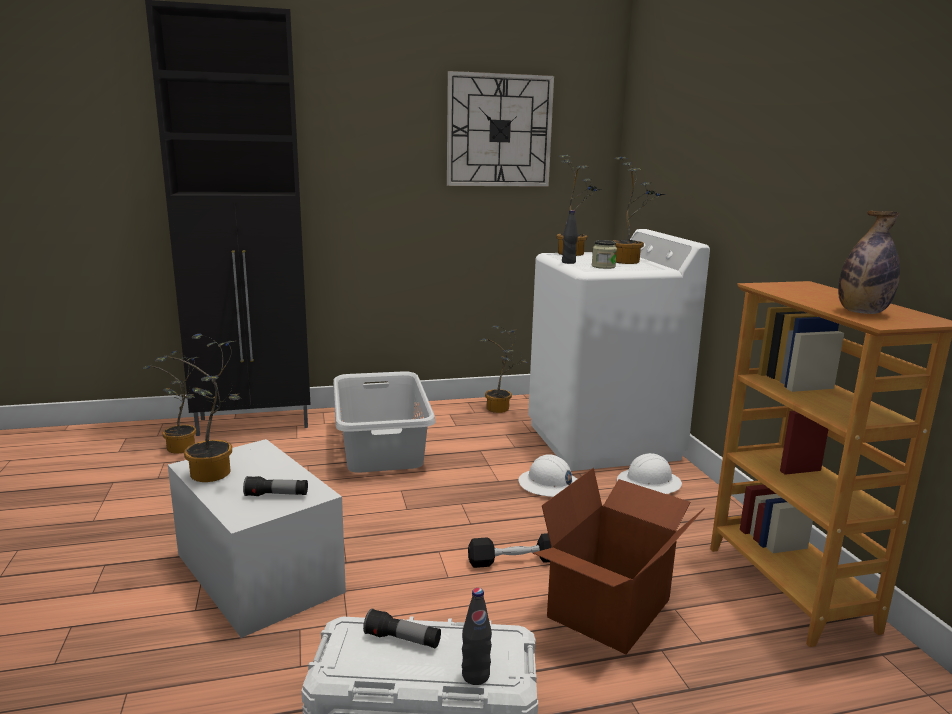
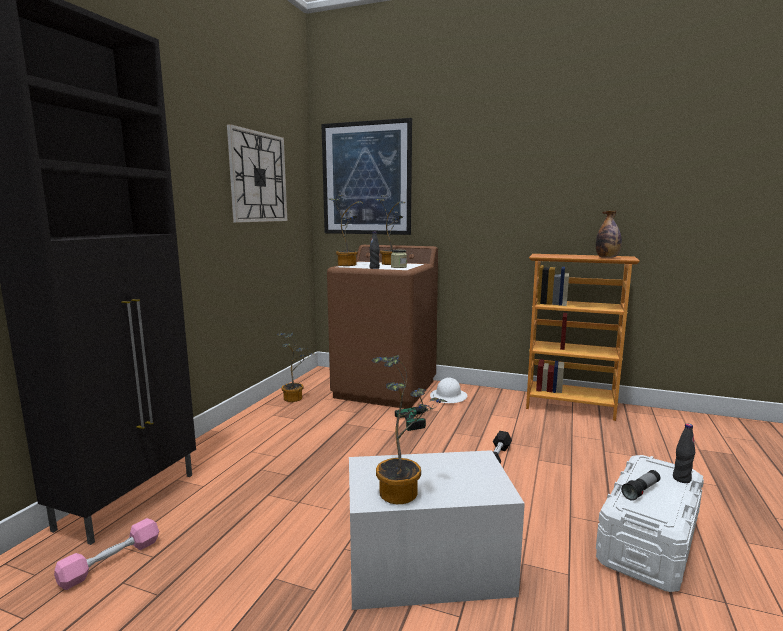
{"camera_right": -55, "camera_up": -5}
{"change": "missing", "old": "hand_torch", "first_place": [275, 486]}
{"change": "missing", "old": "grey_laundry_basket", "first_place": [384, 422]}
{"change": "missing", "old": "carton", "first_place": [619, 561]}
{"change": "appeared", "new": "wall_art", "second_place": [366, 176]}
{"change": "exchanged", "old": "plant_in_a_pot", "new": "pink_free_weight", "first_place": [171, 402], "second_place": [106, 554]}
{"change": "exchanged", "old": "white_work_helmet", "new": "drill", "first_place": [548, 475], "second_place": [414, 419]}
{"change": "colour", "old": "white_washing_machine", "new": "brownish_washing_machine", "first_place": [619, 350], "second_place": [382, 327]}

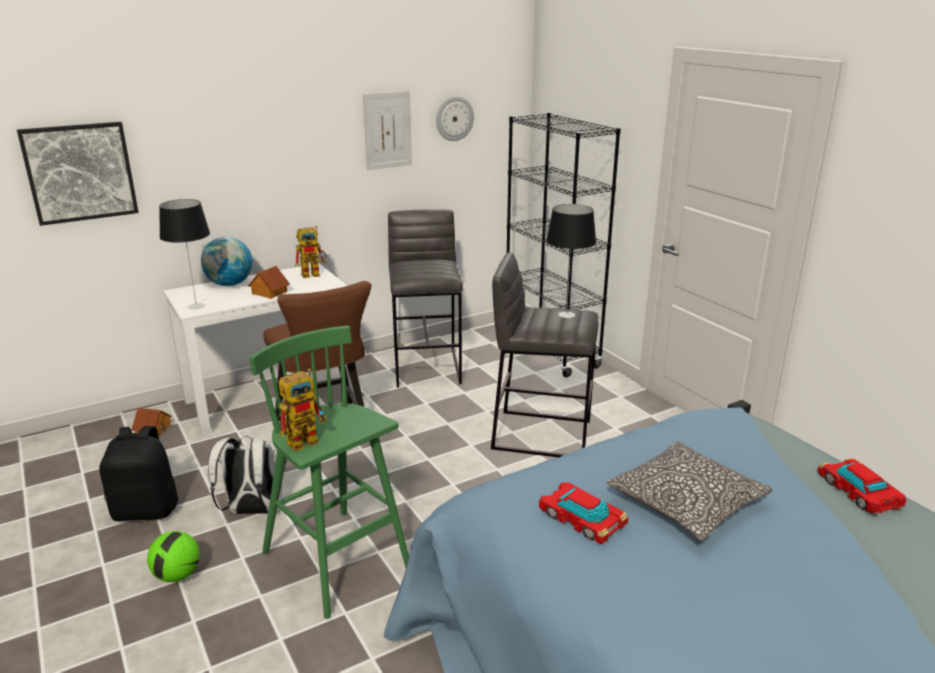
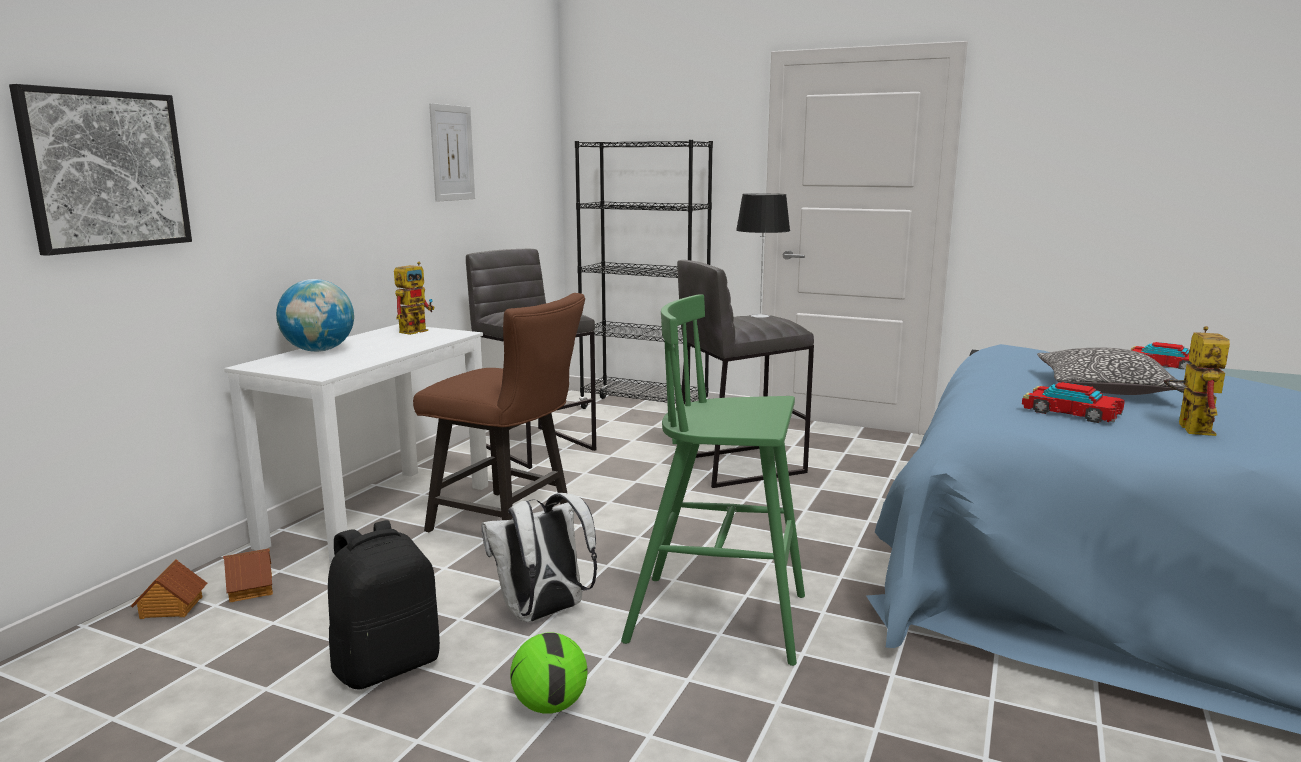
{"camera_right": -35, "camera_up": -10}
{"change": "missing", "old": "lamp_for_a_table", "first_place": [184, 254]}
{"change": "missing", "old": "hanging_clock", "first_place": [455, 118]}
{"change": "relocated", "old": "miniature_house", "first_place": [269, 282], "second_place": [169, 589]}
{"change": "relocated", "old": "robot_figure", "first_place": [303, 410], "second_place": [1197, 381]}
{"change": "spun", "old": "toy_car", "first_place": [584, 513], "second_place": [1073, 402], "degrees": -150}

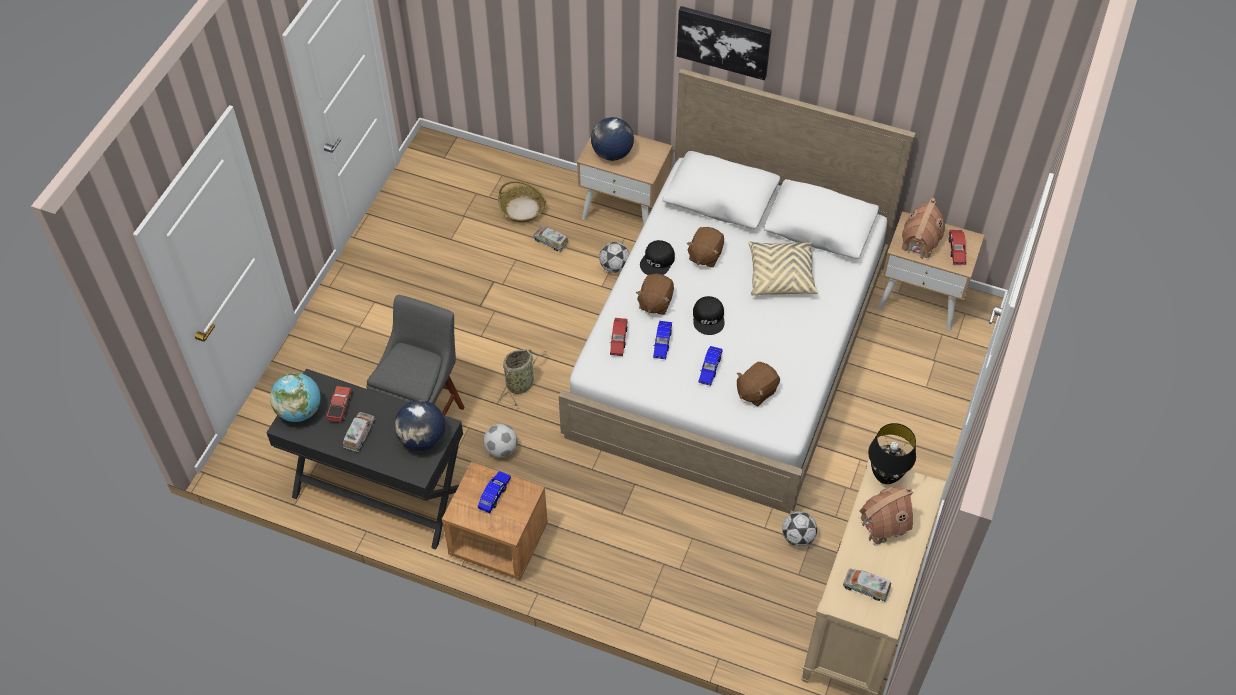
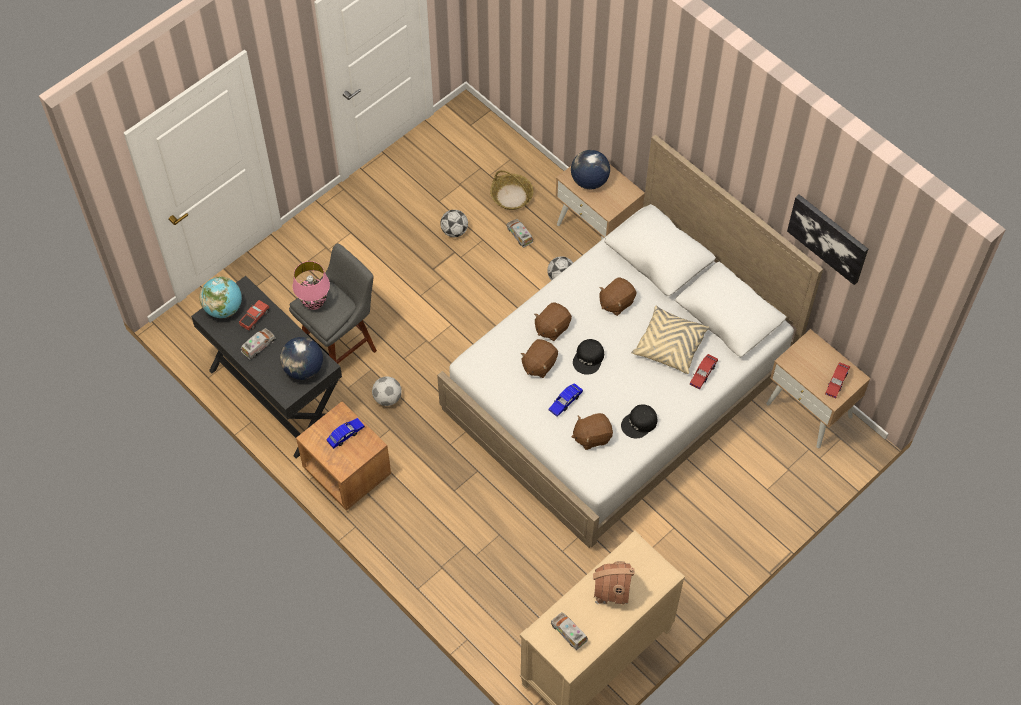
{"camera_right": 25, "camera_up": 5}
{"change": "missing", "old": "storage_basket", "first_place": [524, 378]}
{"change": "missing", "old": "black_lamp_for_a_table", "first_place": [892, 453]}
{"change": "missing", "old": "miniature_house", "first_place": [923, 229]}
{"change": "appeared", "new": "pink_lamp_for_a_table", "second_place": [311, 285]}
{"change": "relocated", "old": "red-coloured_toy_car", "first_place": [618, 337], "second_place": [704, 371]}
{"change": "relocated", "old": "black_cap", "first_place": [657, 257], "second_place": [639, 421]}
{"change": "relocated", "old": "wall_art", "first_place": [724, 43], "second_place": [827, 239]}
{"change": "relocated", "old": "football_ball", "first_place": [799, 529], "second_place": [454, 223]}
{"change": "exchanged", "old": "bluish_toy_car", "new": "brownish_soft_toy", "first_place": [662, 340], "second_place": [539, 358]}

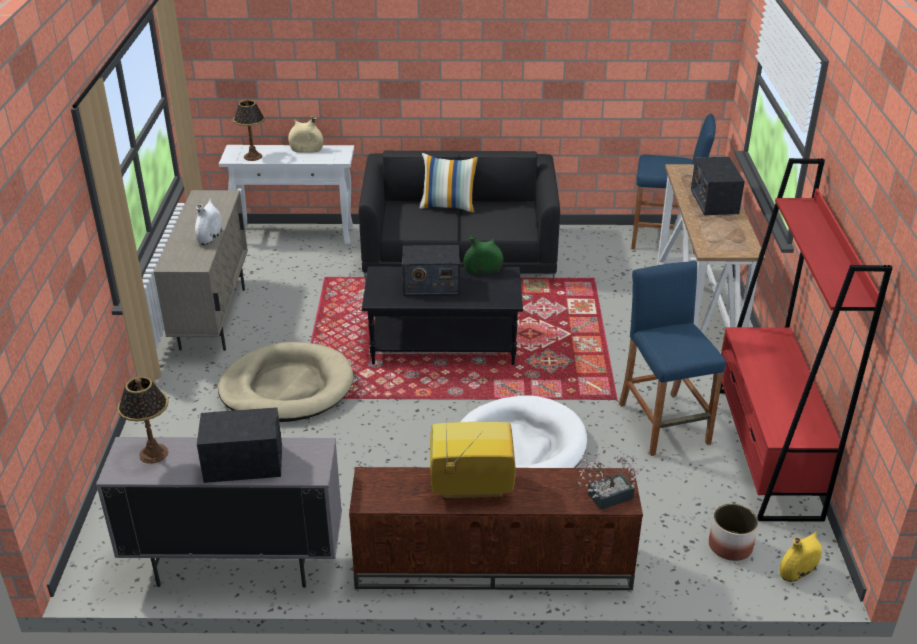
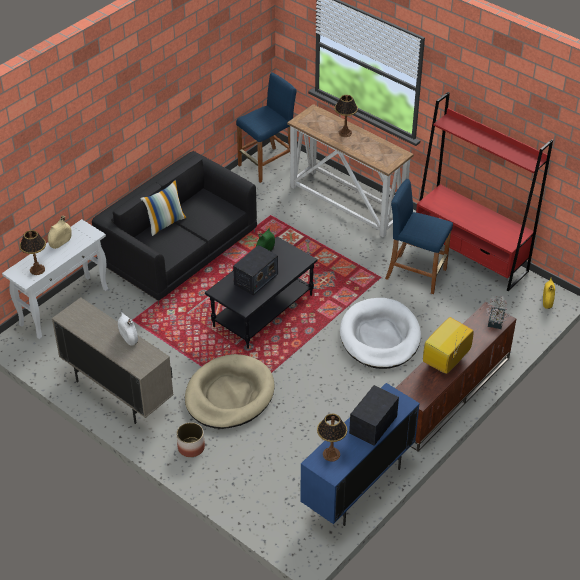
{"camera_right": -50, "camera_up": 10}
{"change": "relocated", "old": "flower_pot", "first_place": [733, 532], "second_place": [191, 439]}
{"change": "exchanged", "old": "radio", "new": "lamp_for_a_table", "first_place": [718, 186], "second_place": [346, 116]}
{"change": "colour", "old": "grey_cupboard", "new": "bluish_cupboard", "first_place": [219, 512], "second_place": [360, 454]}

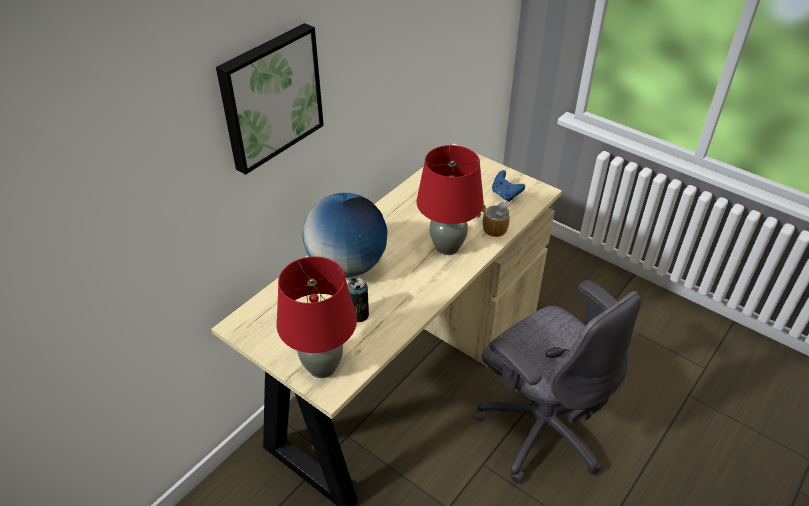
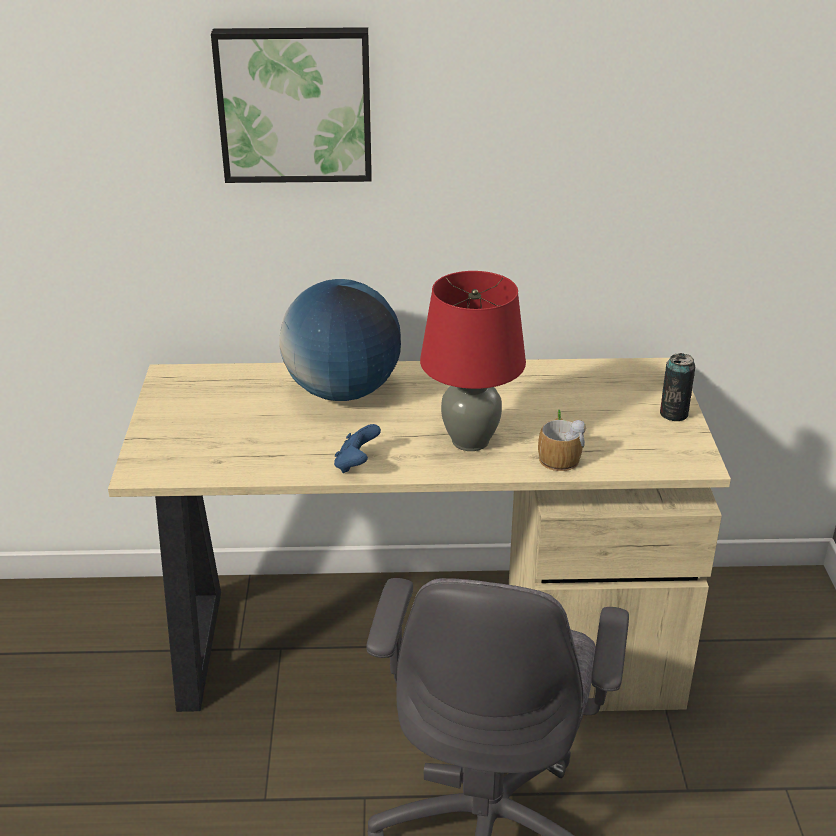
{"camera_right": 50, "camera_up": -10}
{"change": "missing", "old": "red-coloured_lamp_for_a_table", "first_place": [316, 317]}
{"change": "relocated", "old": "can", "first_place": [358, 299], "second_place": [677, 387]}
{"change": "relocated", "old": "bluish_joypad", "first_place": [508, 186], "second_place": [357, 448]}

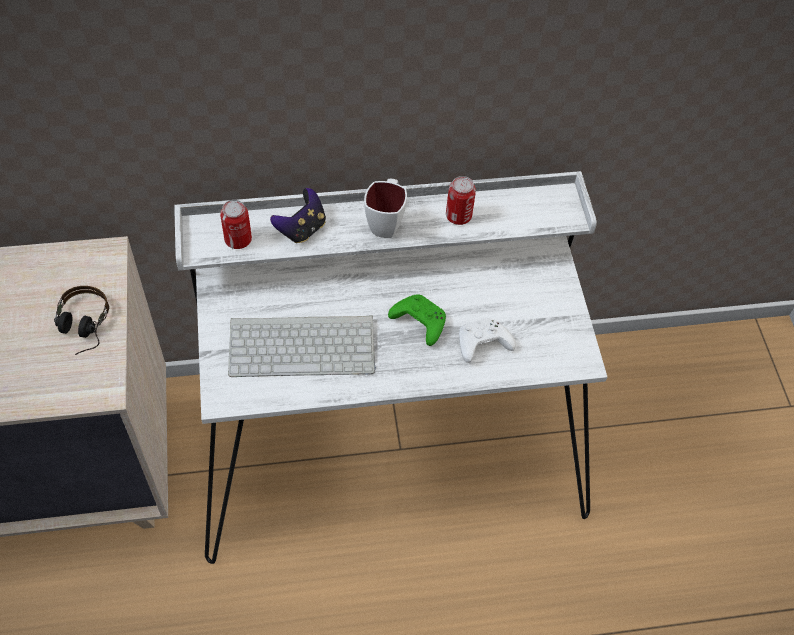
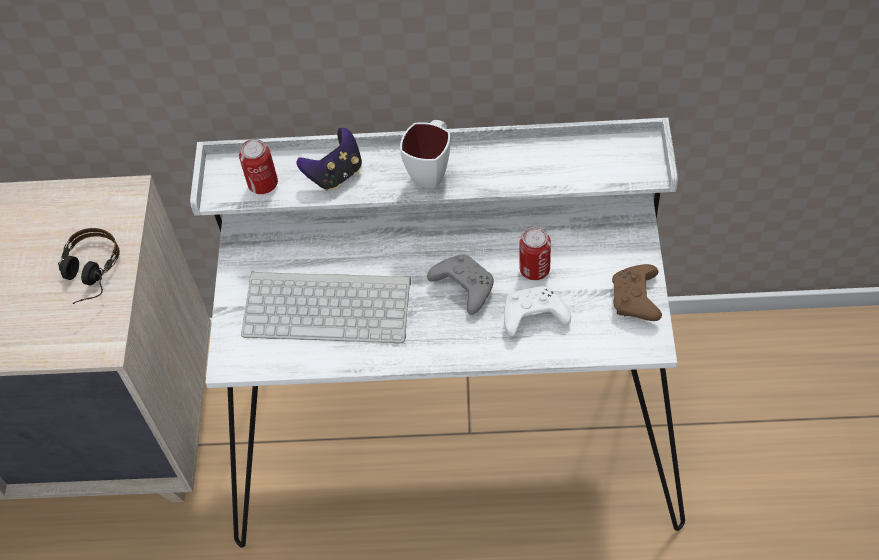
{"camera_right": 15, "camera_up": 0}
{"change": "appeared", "new": "brownish_joypad", "second_place": [637, 292]}
{"change": "relocated", "old": "can", "first_place": [461, 200], "second_place": [535, 253]}
{"change": "colour", "old": "greenish_joypad", "new": "grey_joypad", "first_place": [417, 320], "second_place": [460, 285]}

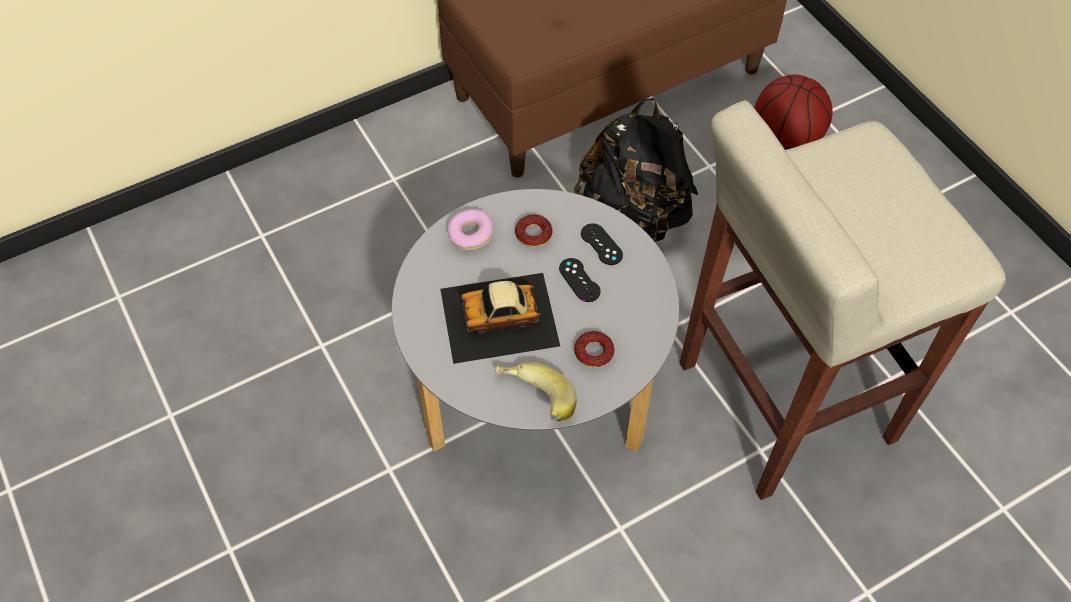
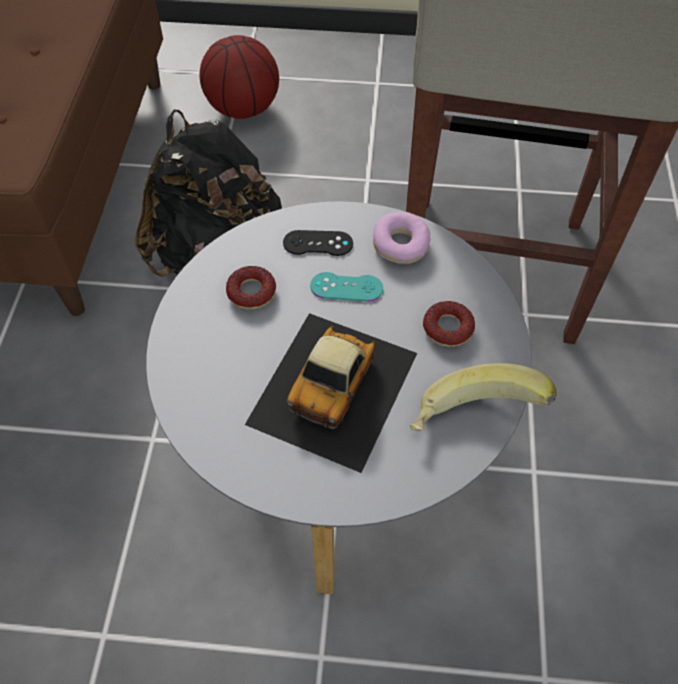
{"camera_right": -55, "camera_up": 0}
{"change": "relocated", "old": "ring_doughnut", "first_place": [471, 229], "second_place": [402, 238]}
{"change": "colour", "old": "black_joypad", "new": "turquoise_joypad", "first_place": [580, 280], "second_place": [346, 287]}

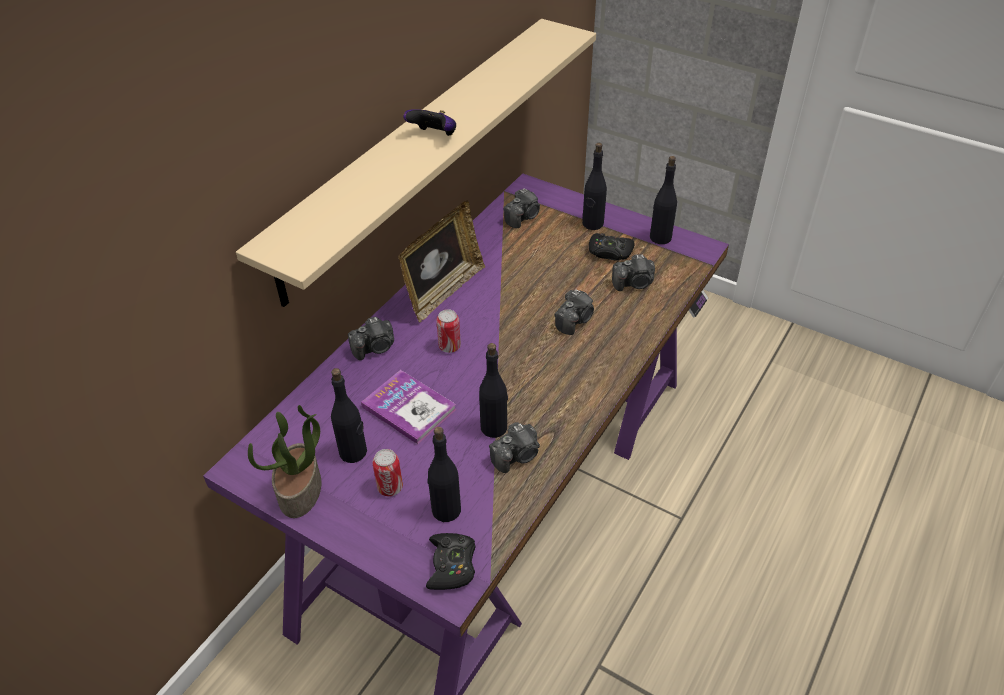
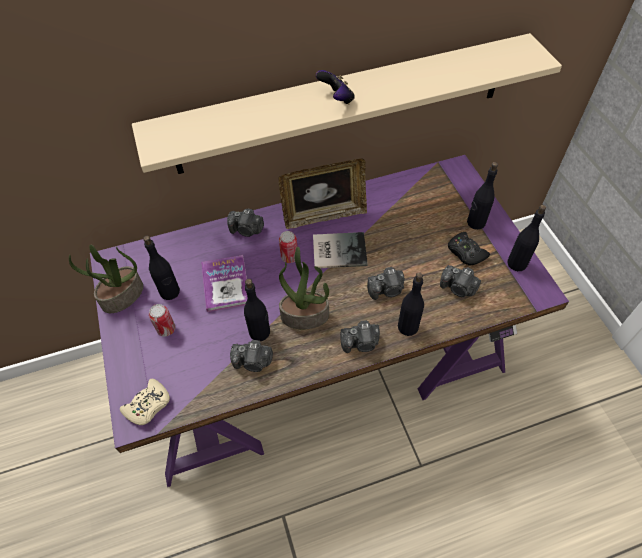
{"camera_right": 40, "camera_up": 10}
{"change": "appeared", "new": "plant_in_a_pot", "second_place": [304, 288]}
{"change": "appeared", "new": "bound_book", "second_place": [340, 250]}
{"change": "relocated", "old": "black_beverage_bottle", "first_place": [444, 474], "second_place": [411, 304]}
{"change": "relocated", "old": "photo_camera", "first_place": [521, 208], "second_place": [360, 336]}
{"change": "colour", "old": "black_joypad", "new": "beige_joypad", "first_place": [451, 561], "second_place": [145, 402]}

